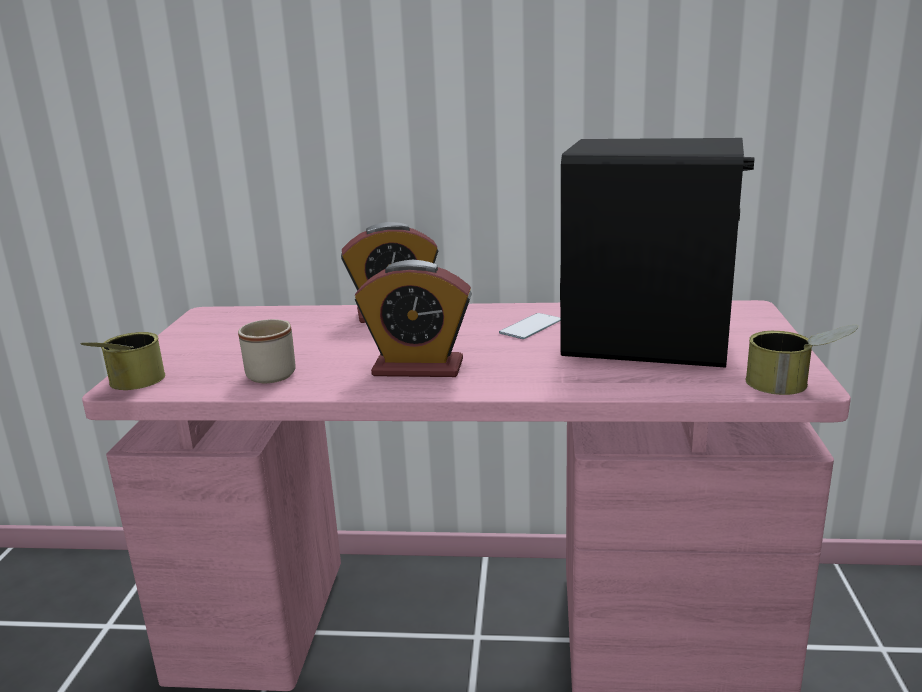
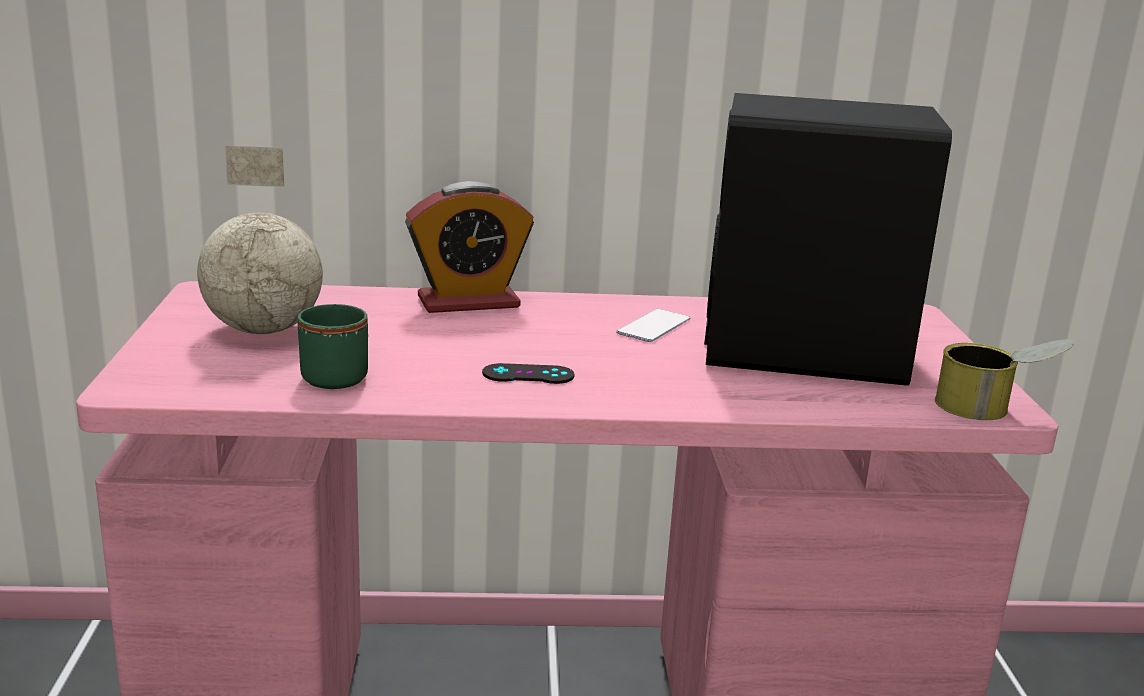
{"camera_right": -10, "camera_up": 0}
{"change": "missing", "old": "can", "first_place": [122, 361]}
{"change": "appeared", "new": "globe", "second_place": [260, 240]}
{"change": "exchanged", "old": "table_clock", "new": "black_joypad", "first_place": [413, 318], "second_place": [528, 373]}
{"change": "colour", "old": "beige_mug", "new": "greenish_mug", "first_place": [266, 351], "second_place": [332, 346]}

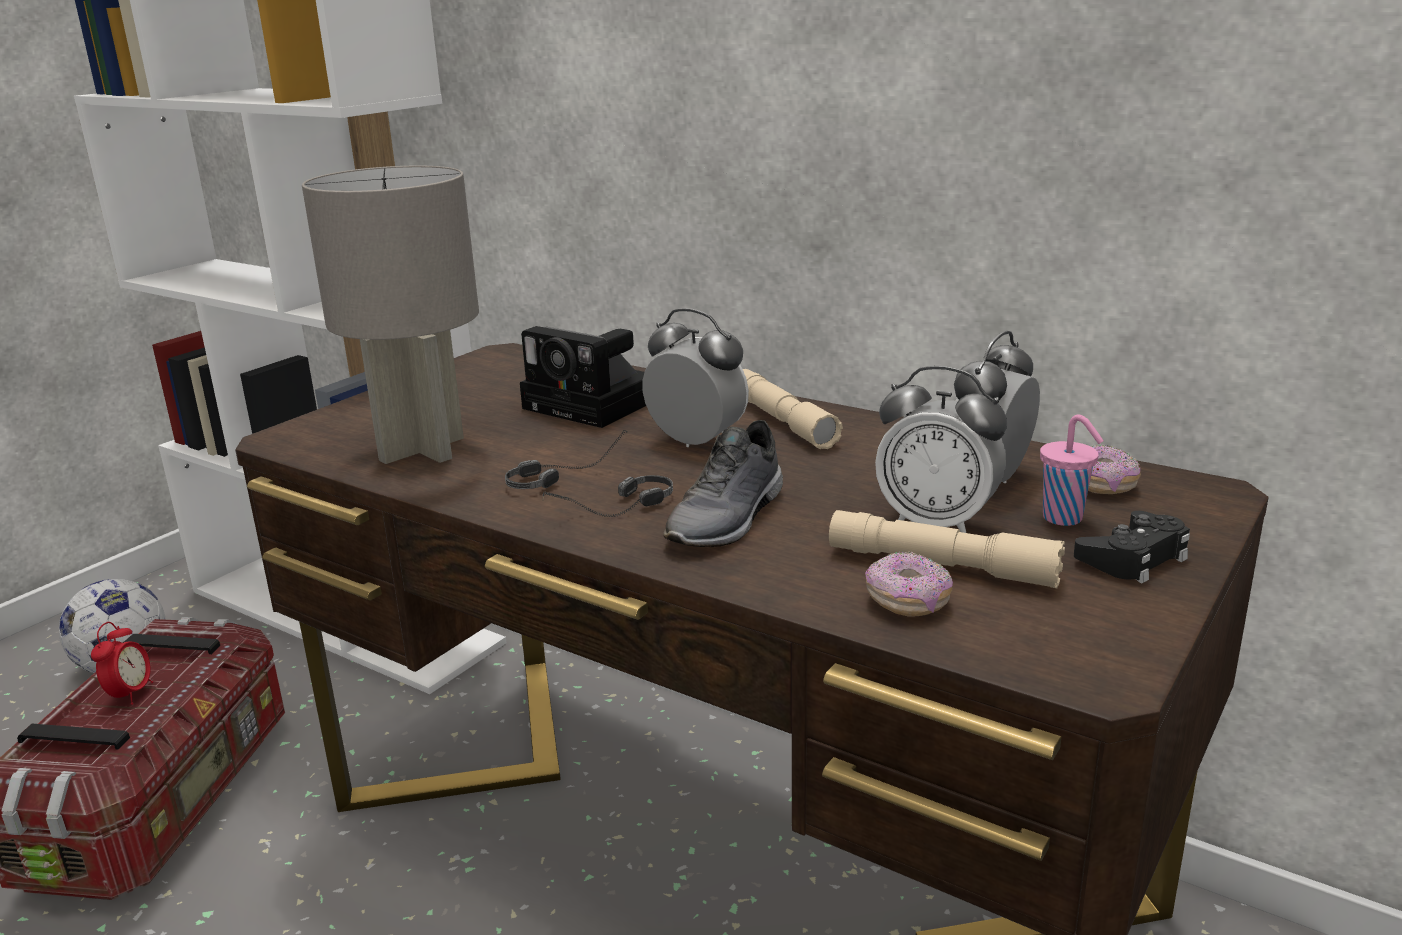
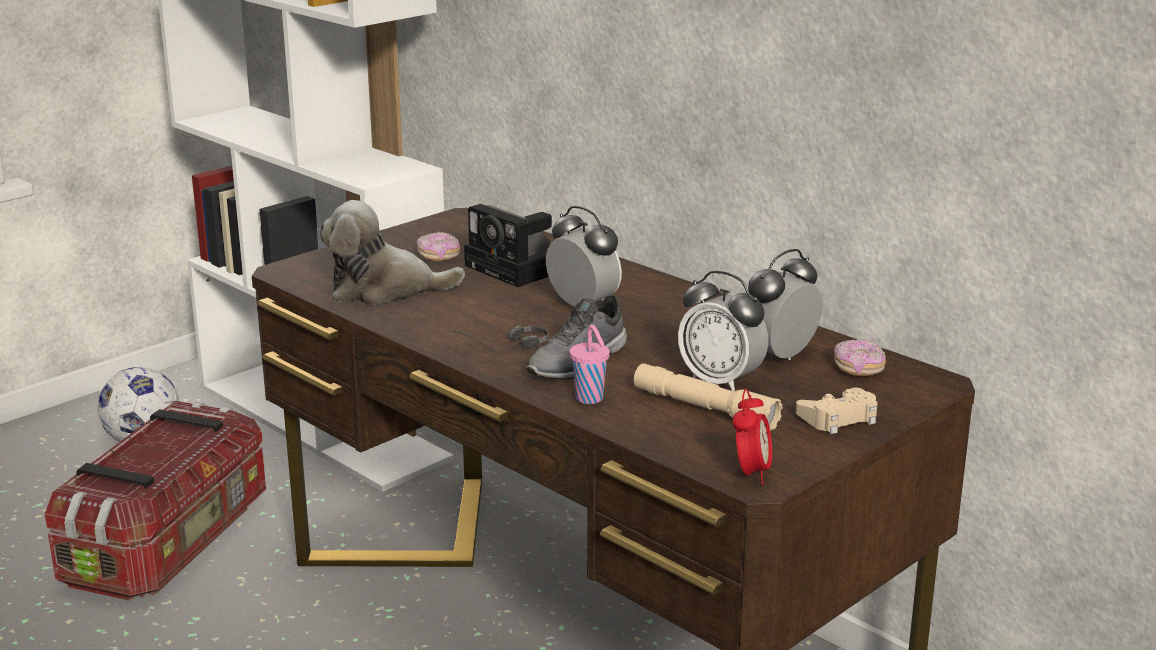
{"camera_right": 10, "camera_up": 0}
{"change": "missing", "old": "pair_of_headphones", "first_place": [566, 459]}
{"change": "missing", "old": "beige_hand_torch", "first_place": [793, 409]}
{"change": "relocated", "old": "table_clock", "first_place": [122, 663], "second_place": [752, 436]}
{"change": "relocated", "old": "ring_doughnut", "first_place": [909, 584], "second_place": [438, 246]}
{"change": "relocated", "old": "pink_cup", "first_place": [1071, 470], "second_place": [589, 364]}
{"change": "exchanged", "old": "grey_lamp_for_a_table", "new": "soft_toy", "first_place": [390, 315], "second_place": [392, 252]}
{"change": "colour", "old": "black_joypad", "new": "beige_joypad", "first_place": [1132, 547], "second_place": [837, 410]}

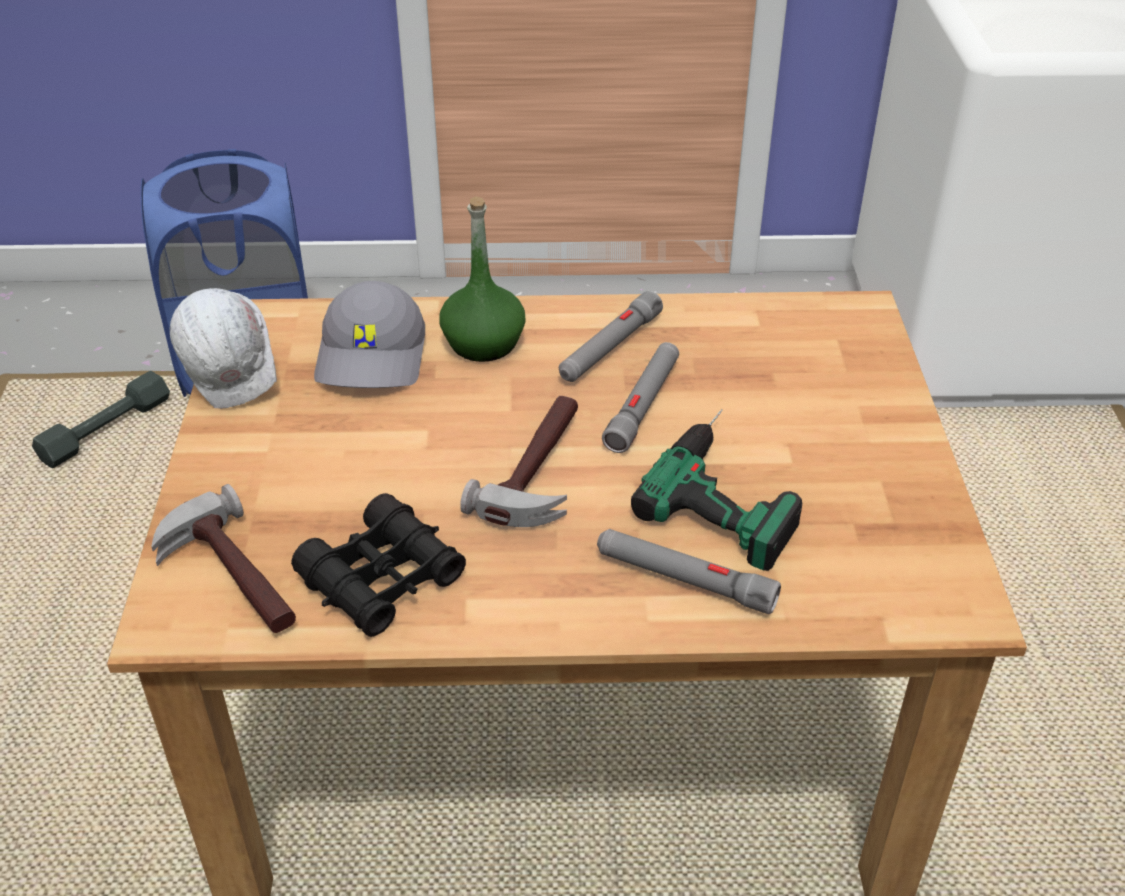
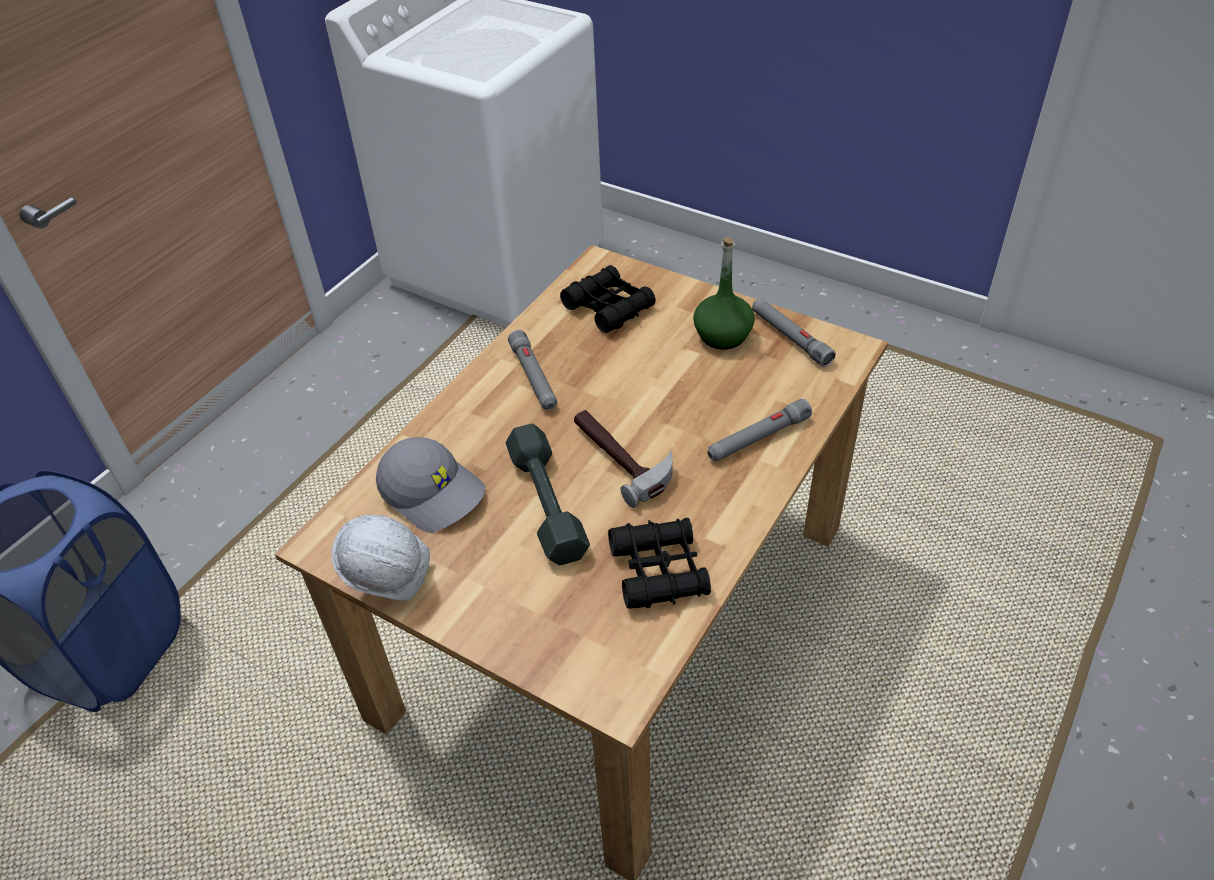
{"camera_right": -55, "camera_up": 5}
{"change": "missing", "old": "hammer", "first_place": [223, 558]}
{"change": "missing", "old": "drill", "first_place": [716, 490]}
{"change": "appeared", "new": "black_field_glasses", "second_place": [608, 299]}
{"change": "relocated", "old": "grey_free_weight", "first_place": [101, 419], "second_place": [548, 494]}
{"change": "relocated", "old": "greenish_beverage_bottle", "first_place": [482, 279], "second_place": [724, 293]}
{"change": "relocated", "old": "grey_hand_torch", "first_place": [640, 397], "second_place": [794, 332]}

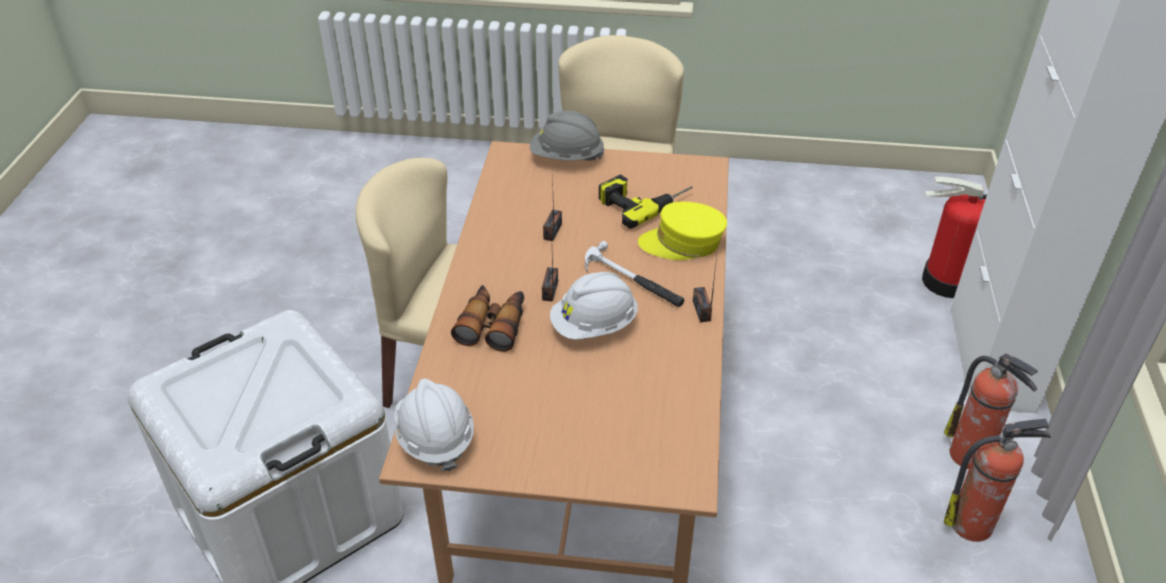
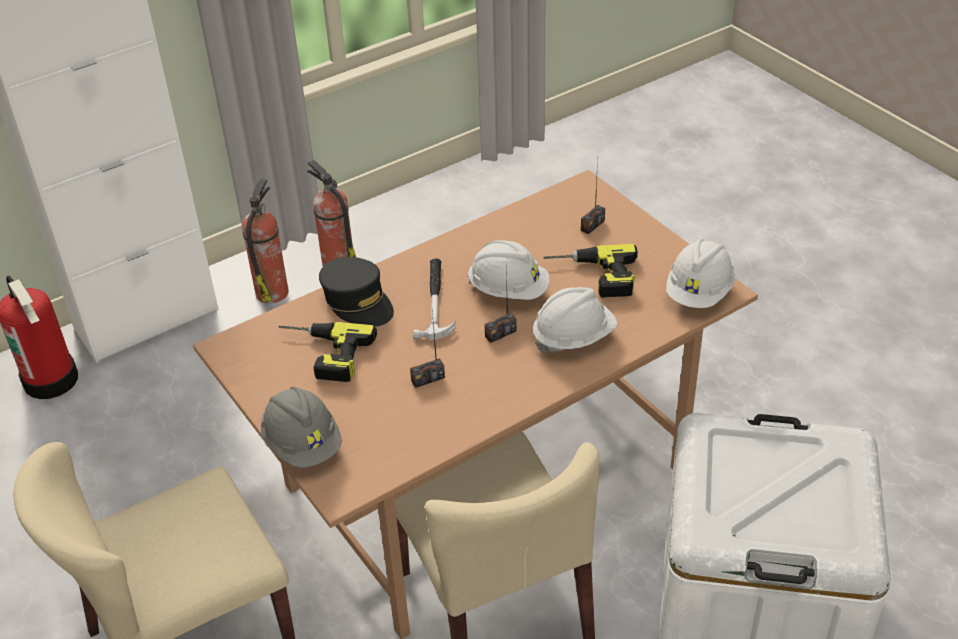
{"camera_right": -130, "camera_up": 0}
{"change": "appeared", "new": "drill", "second_place": [590, 271]}
{"change": "relocated", "old": "radio", "first_place": [705, 289], "second_place": [593, 196]}
{"change": "exchanged", "old": "field_glasses", "new": "white_work_helmet", "first_place": [487, 318], "second_place": [575, 320]}
{"change": "colour", "old": "yellow-coloured_cap", "new": "black_cap", "first_place": [682, 231], "second_place": [356, 292]}

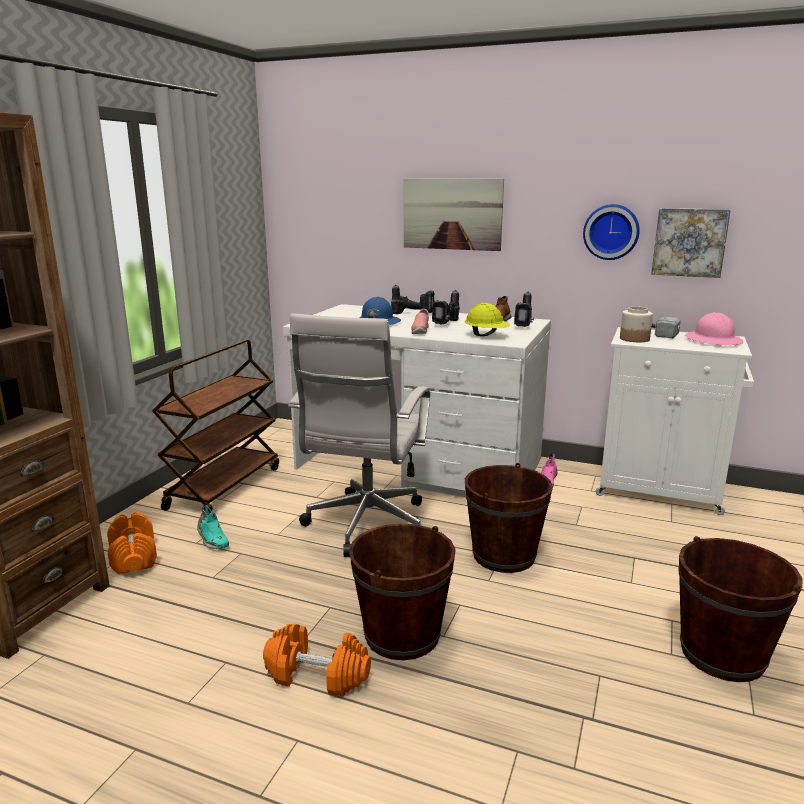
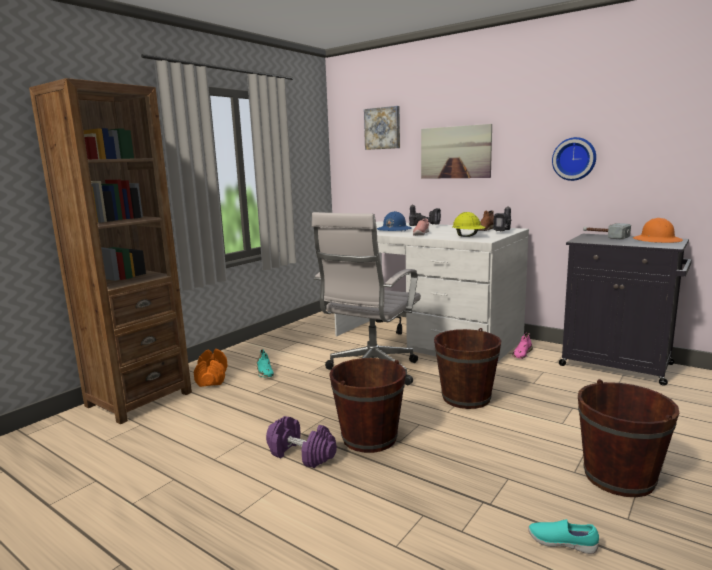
{"camera_right": 15, "camera_up": -5}
{"change": "missing", "old": "brownish_cart", "first_place": [215, 425]}
{"change": "missing", "old": "drill", "first_place": [446, 307]}
{"change": "missing", "old": "storage_jar", "first_place": [636, 324]}
{"change": "appeared", "new": "turquoise_item_of_footwear", "second_place": [563, 536]}
{"change": "relocated", "old": "wall_art", "first_place": [691, 243], "second_place": [382, 128]}
{"change": "colour", "old": "orangey_free_weight", "new": "purple-coloured_free_weight", "first_place": [317, 660], "second_place": [301, 442]}
{"change": "colour", "old": "white_cupboard", "new": "black_cupboard", "first_place": [674, 421], "second_place": [625, 310]}
{"change": "colour", "old": "pink_work_helmet", "new": "orangey_work_helmet", "first_place": [714, 328], "second_place": [658, 230]}

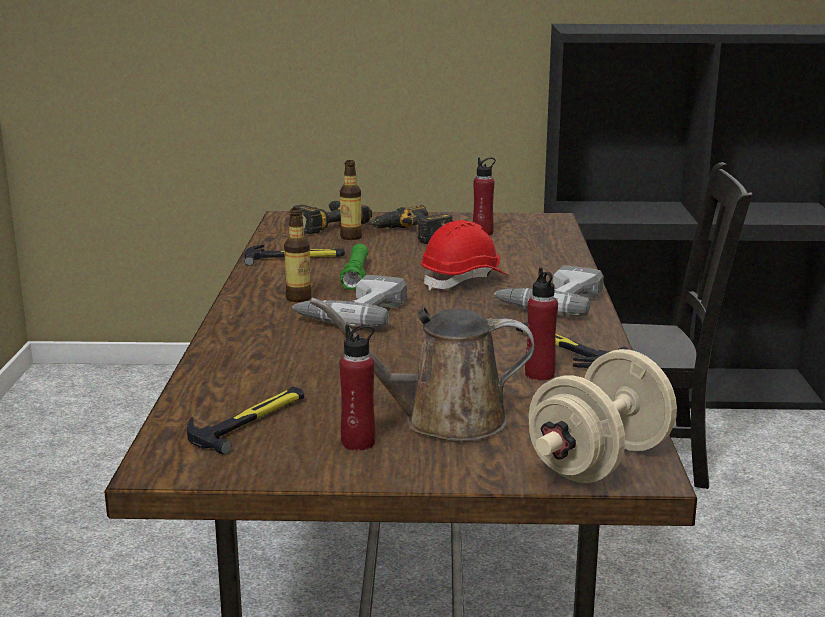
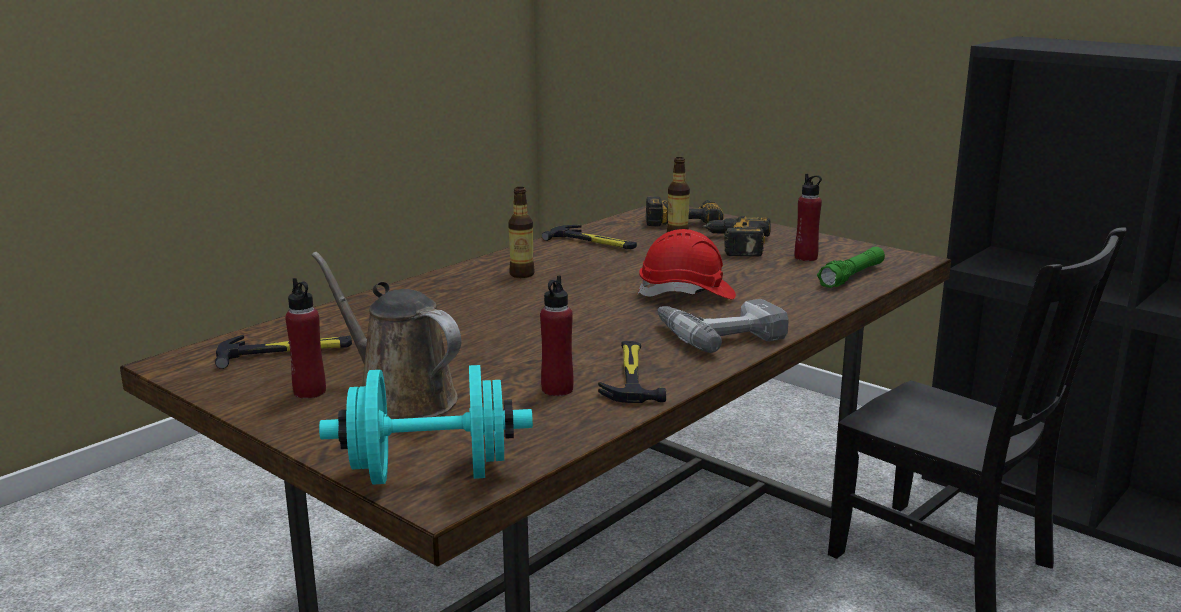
{"camera_right": 40, "camera_up": 0}
{"change": "missing", "old": "drill", "first_place": [349, 301]}
{"change": "relocated", "old": "greenish_hand_torch", "first_place": [354, 266], "second_place": [851, 267]}
{"change": "colour", "old": "beige_free_weight", "new": "turquoise_free_weight", "first_place": [603, 416], "second_place": [426, 425]}

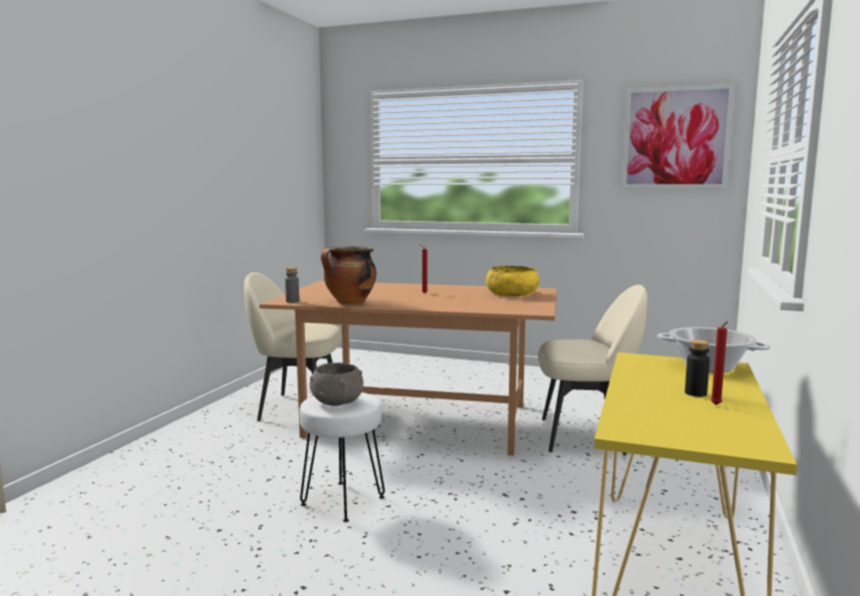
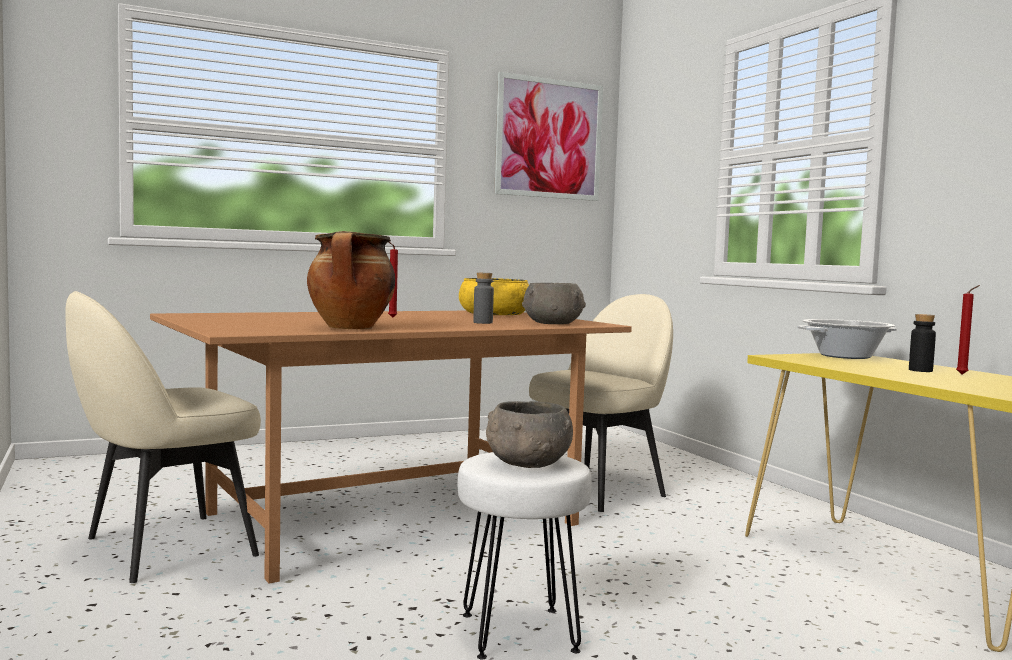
{"camera_right": -45, "camera_up": -5}
{"change": "appeared", "new": "grey_deep_dish", "second_place": [554, 303]}
{"change": "relocated", "old": "grey_beverage_bottle", "first_place": [292, 285], "second_place": [483, 298]}

